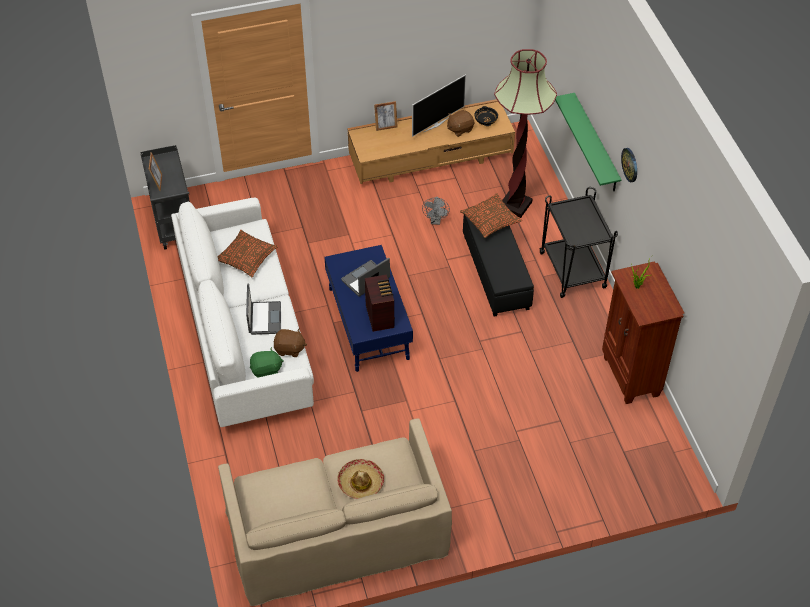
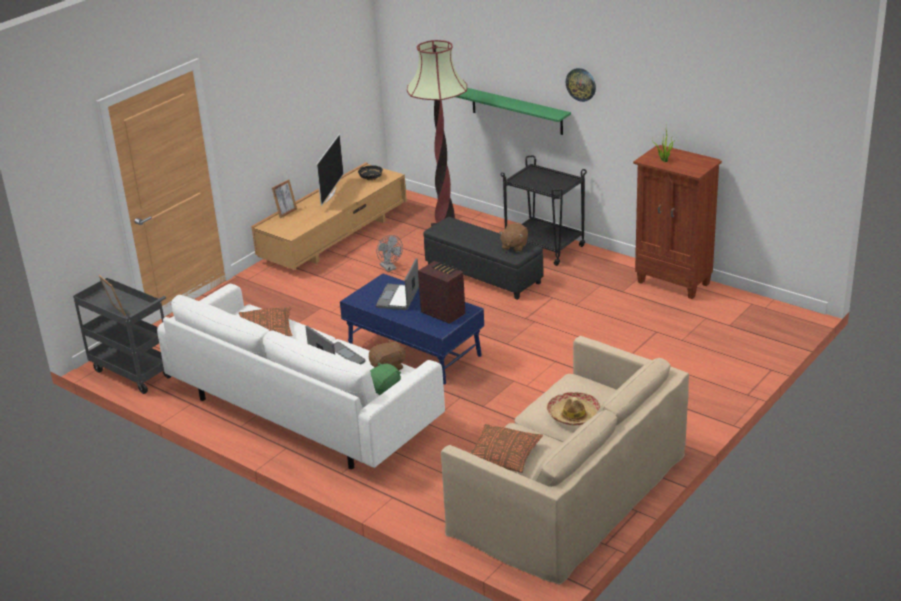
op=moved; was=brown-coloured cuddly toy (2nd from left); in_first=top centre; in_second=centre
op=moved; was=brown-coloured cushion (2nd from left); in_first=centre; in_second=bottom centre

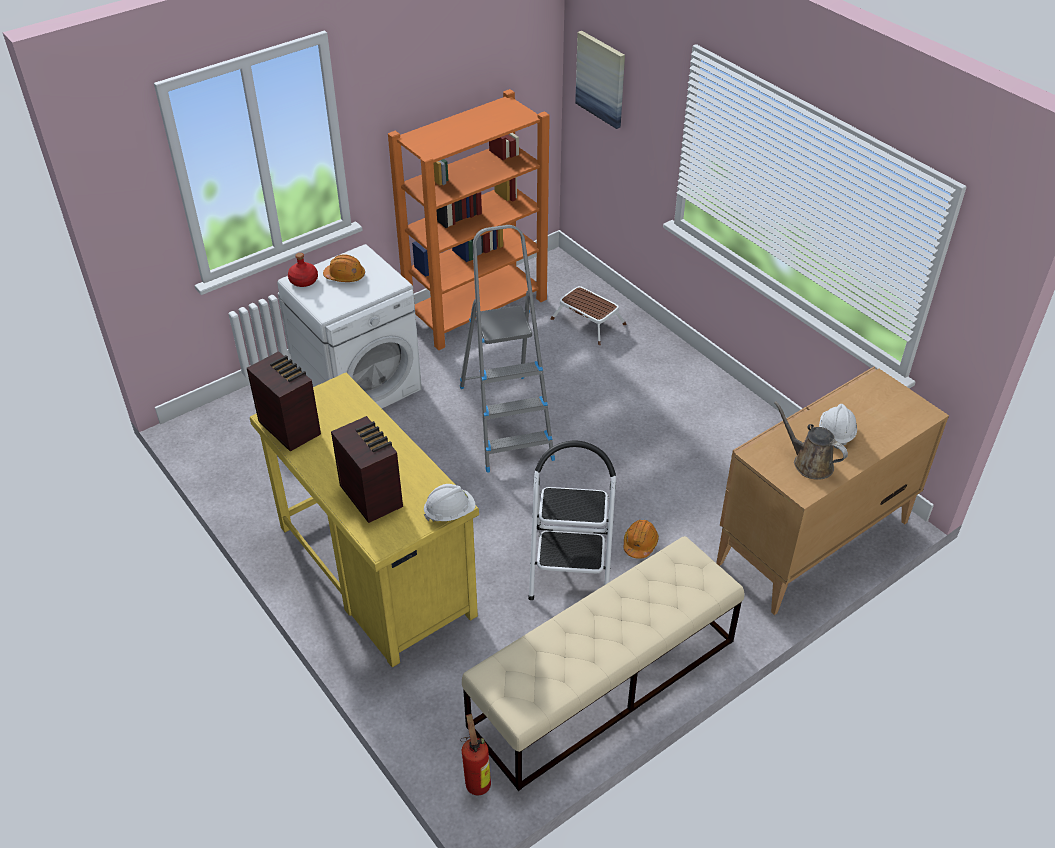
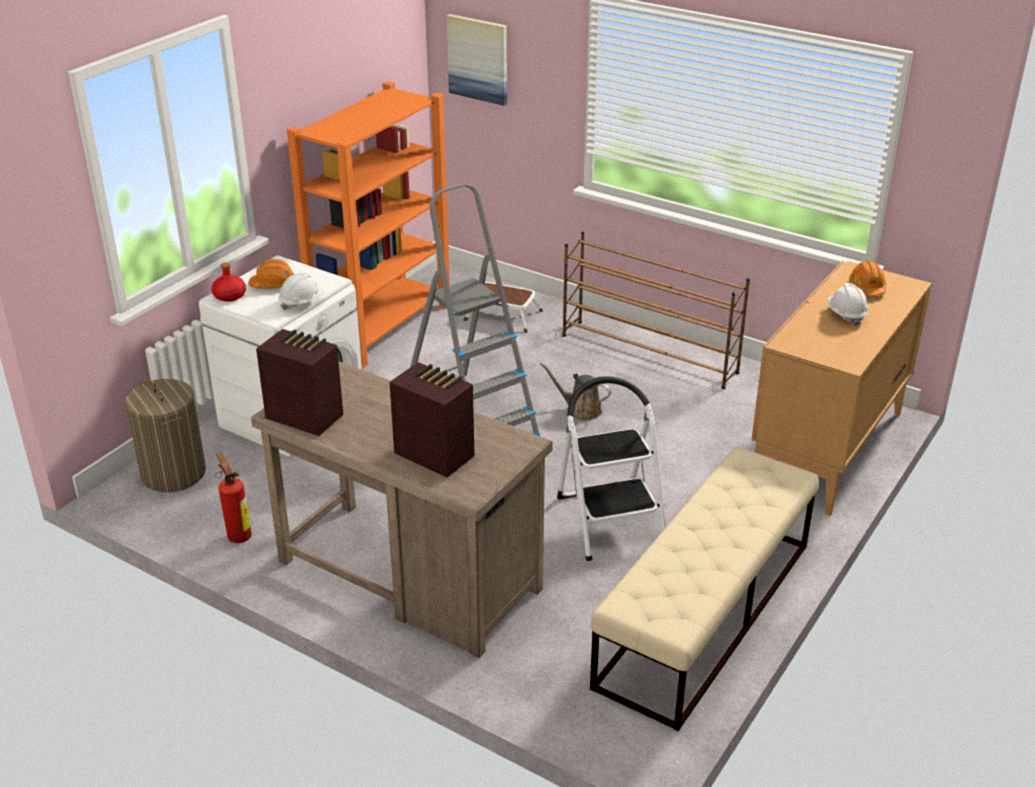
op=recoloured; was=yellow desk; now=brown-coloured desk; in_first=centre; in_second=centre
op=moved; was=brown-coloured watering can; in_first=middle right; in_second=centre
op=moved; was=white safety helmet (1st from left); in_first=centre; in_second=middle left
op=moved; was=orange safety helmet (2nd from left); in_first=centre; in_second=middle right
op=moved; was=extinguisher; in_first=bottom centre; in_second=middle left
op=added; now=brown-coloured shoe shelf; in_second=centre
op=added; now=hamper; in_second=middle left

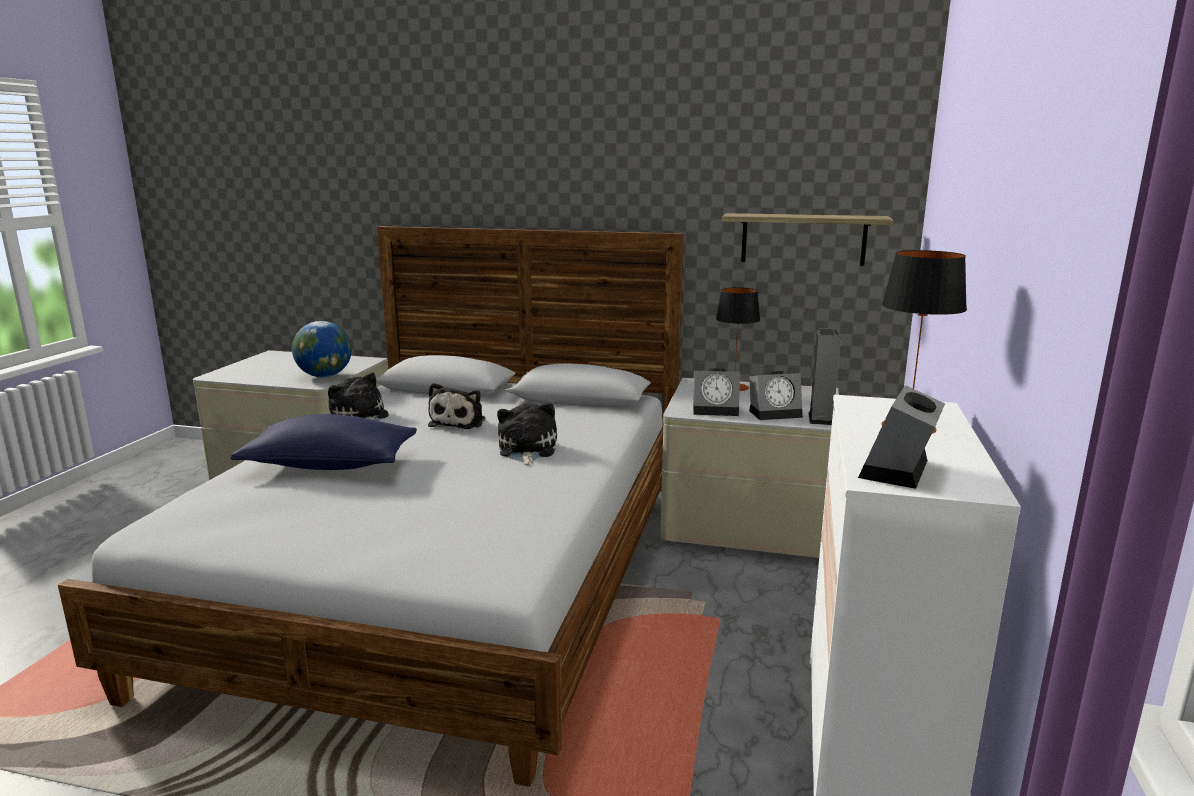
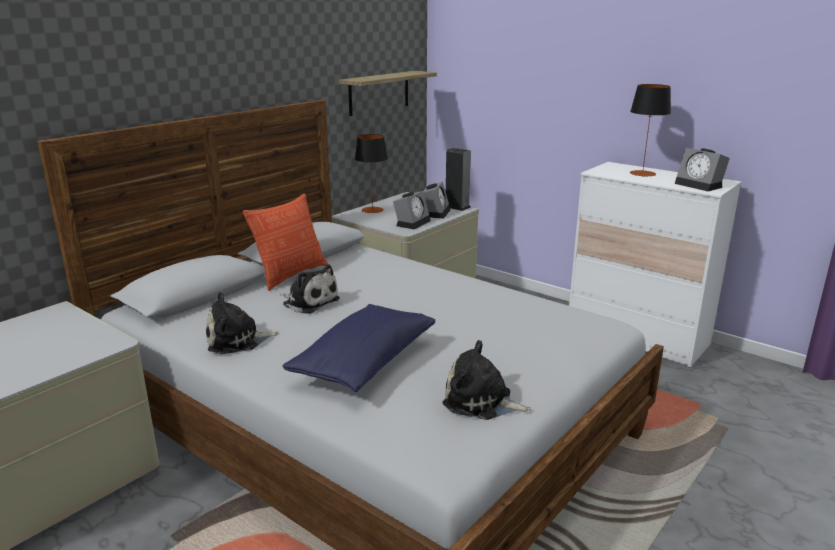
op=removed; was=world globe; in_first=middle left
op=moved; was=cuddly toy (3rd from left); in_first=centre; in_second=bottom centre
op=added; now=orange cushion; in_second=centre

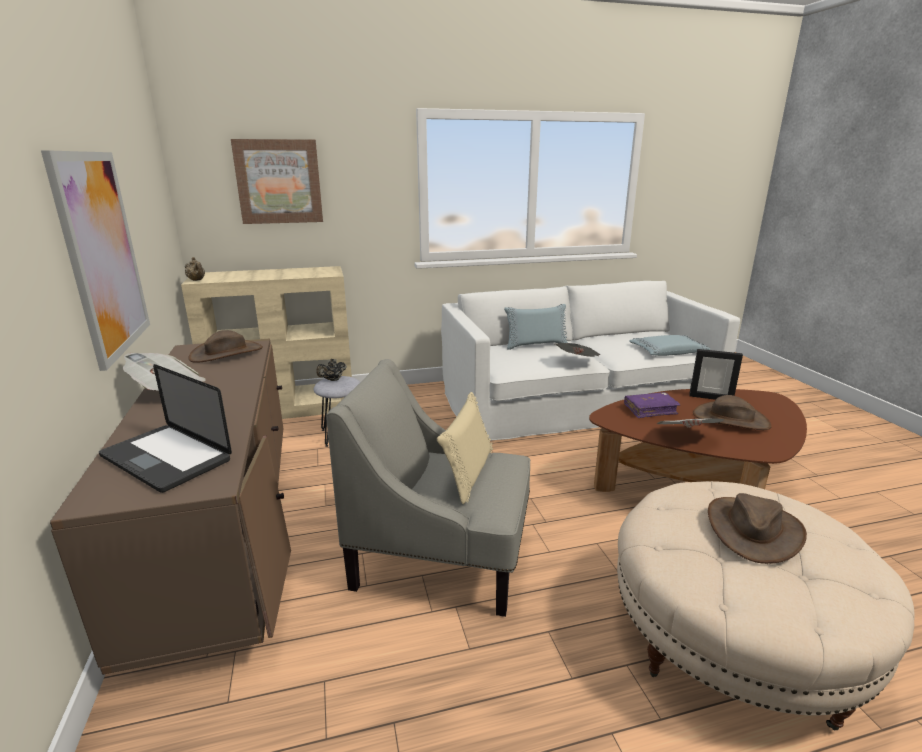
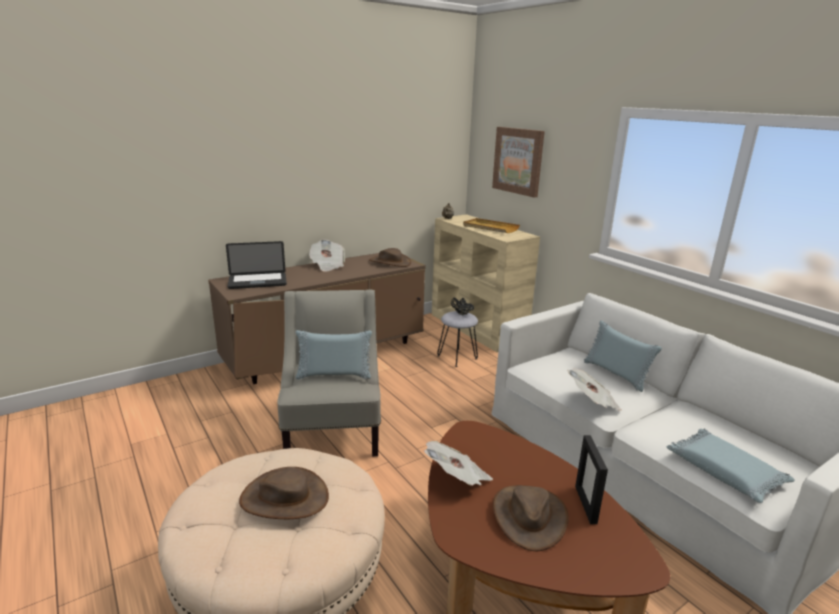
op=removed; was=wall picture (1st from left); in_first=middle left
op=turned; was=laptop; in_first=middle left; in_second=middle left; clockwise=-120
op=recoloured; was=beige cushion; now=blue cushion (1st from left); in_first=centre; in_second=centre
op=removed; was=purplish book; in_first=middle right
op=added; now=beige serving tray; in_second=centre

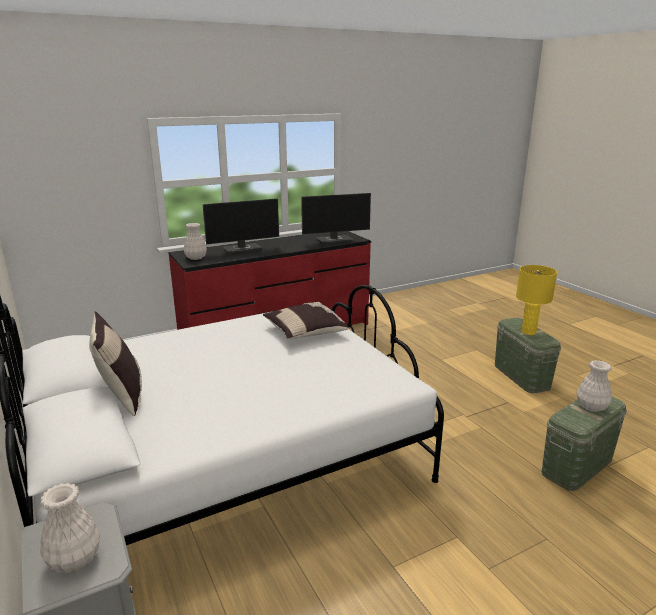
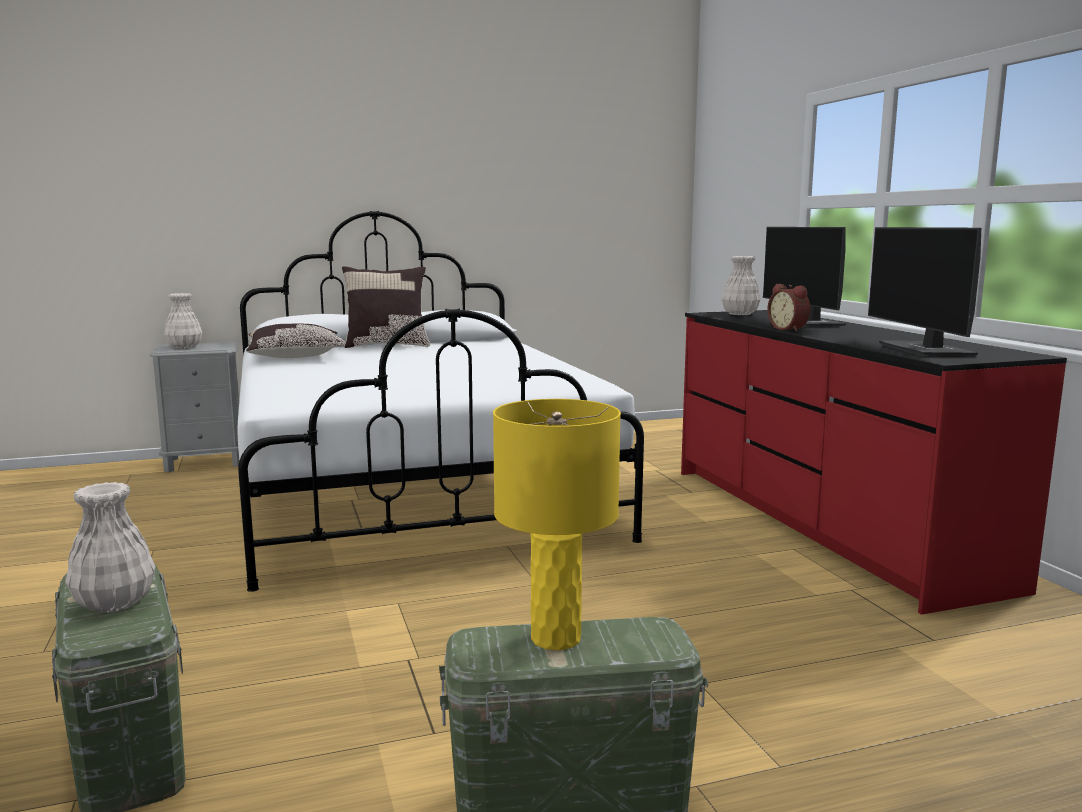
op=moved; was=cushion (2nd from left in the first image); now=cushion (1st from left); in_first=centre; in_second=middle left
op=added; now=bedside clock; in_second=middle right

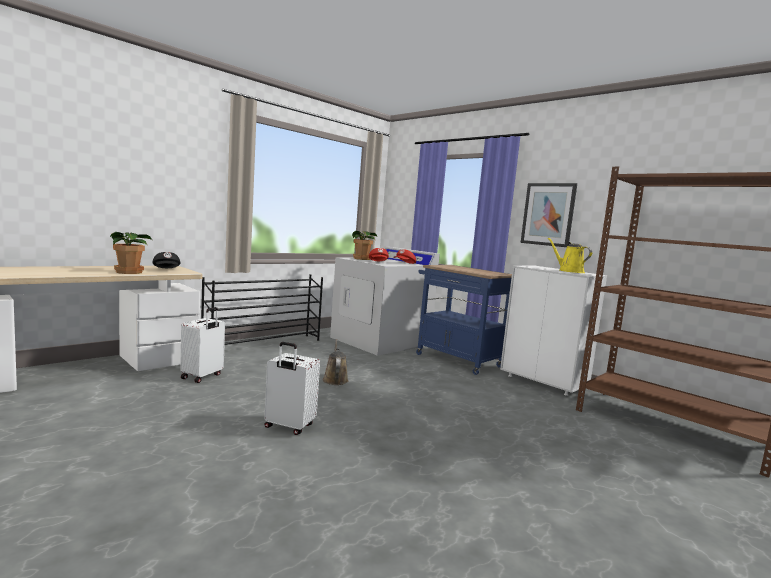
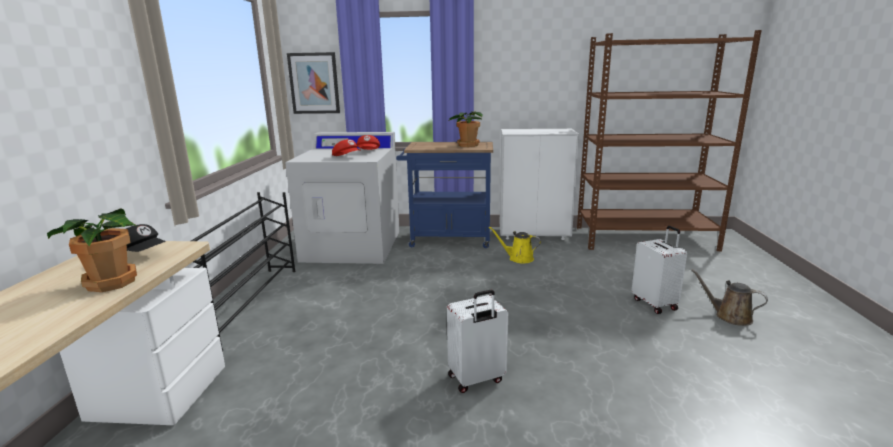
op=moved; was=wall picture; in_first=middle right; in_second=top centre
op=moved; was=potted plant (2nd from left); in_first=centre; in_second=top centre
op=moved; was=yellow watering can; in_first=middle right; in_second=centre
op=moved; was=white travel case (1st from left in the first image); now=white travel case (2nd from left); in_first=middle left; in_second=middle right
op=moved; was=brown-coloured watering can; in_first=centre; in_second=middle right

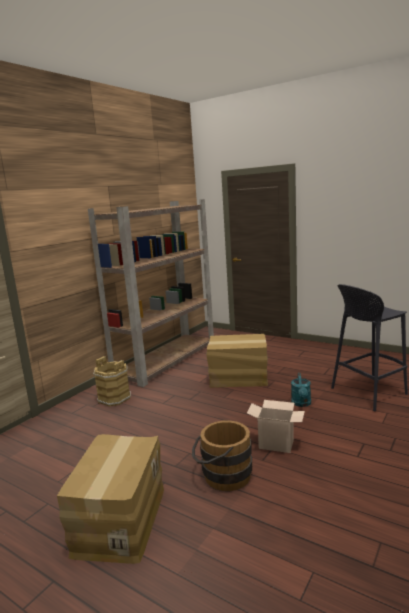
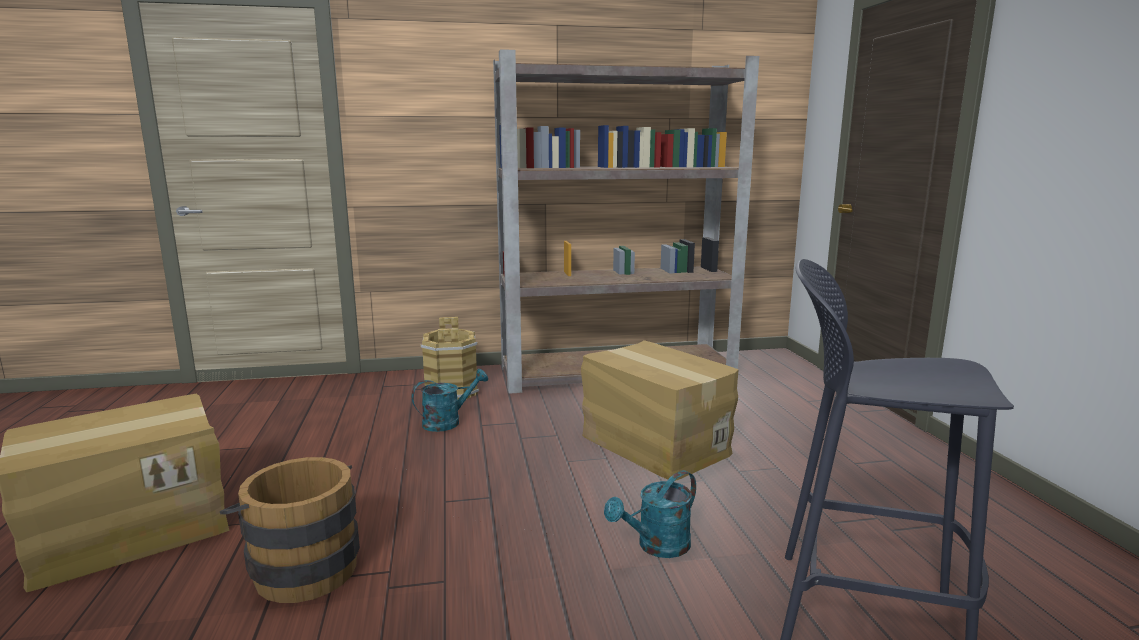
op=removed; was=carton (3rd from left); in_first=bottom right
op=added; now=turquoise-coloured watering can (1st from left); in_second=centre

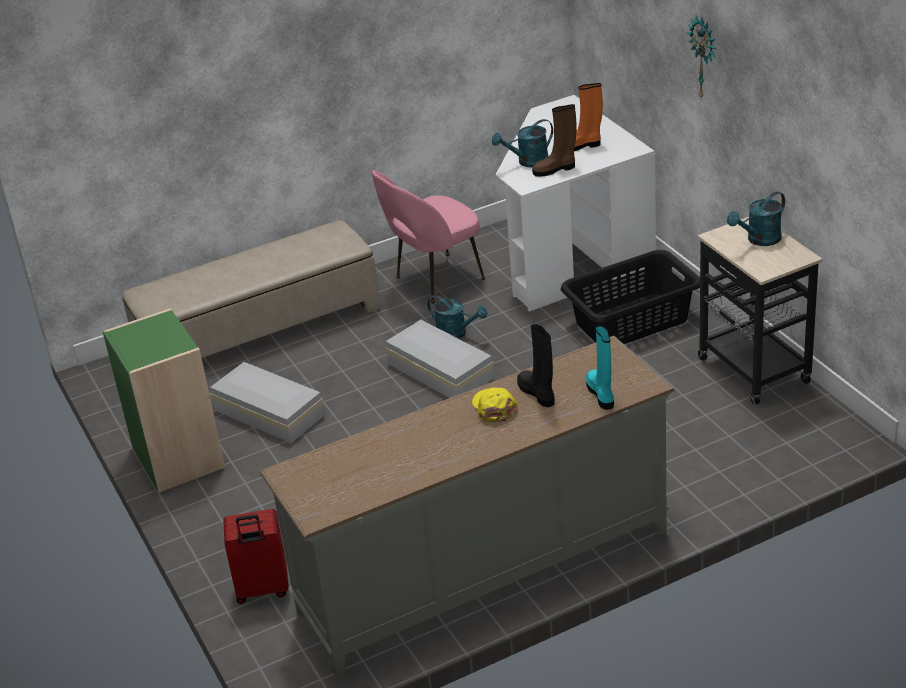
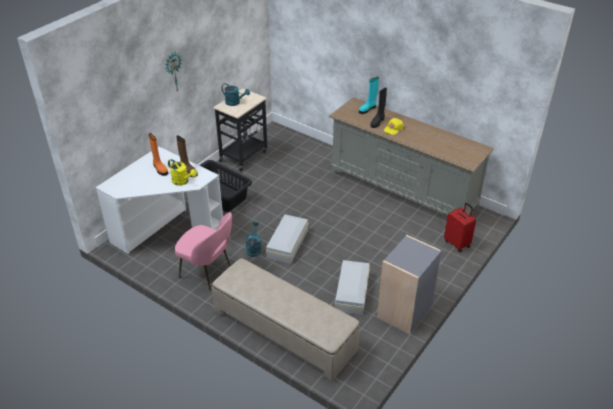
op=recoloured; was=turquoise-coloured watering can (2nd from left); now=yellow watering can; in_first=top centre; in_second=middle left
op=recoloured; was=green bookshelf; now=greyish bookshelf; in_first=middle left; in_second=bottom right

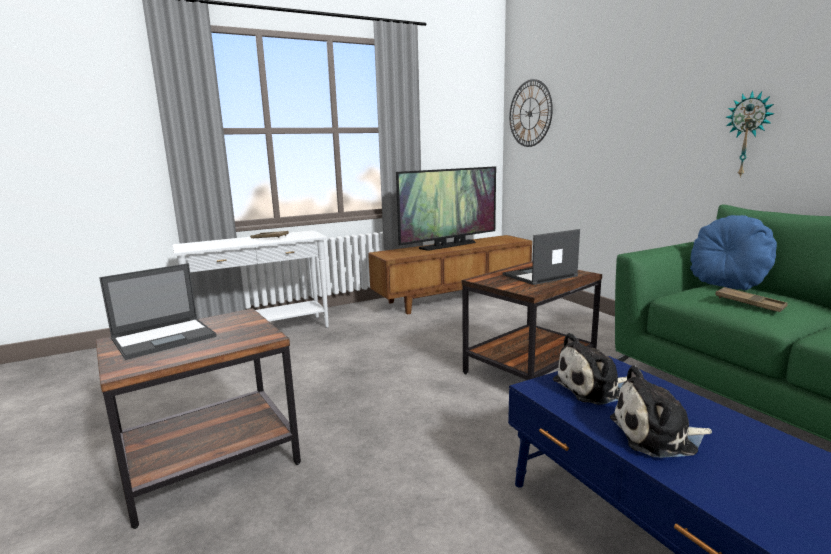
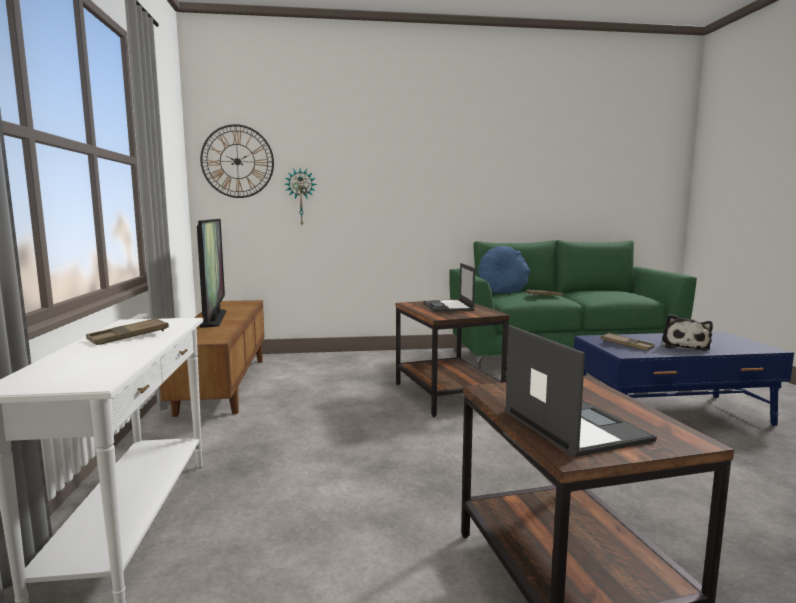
op=moved; was=wall clock (2nd from left); in_first=top right; in_second=top centre
op=replaced; was=cuddly toy (1st from left); now=brown-coloured serving tray (3rd from left); in_first=middle right; in_second=middle right

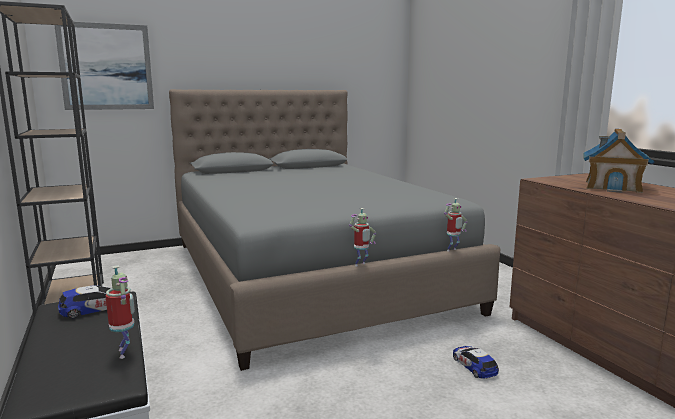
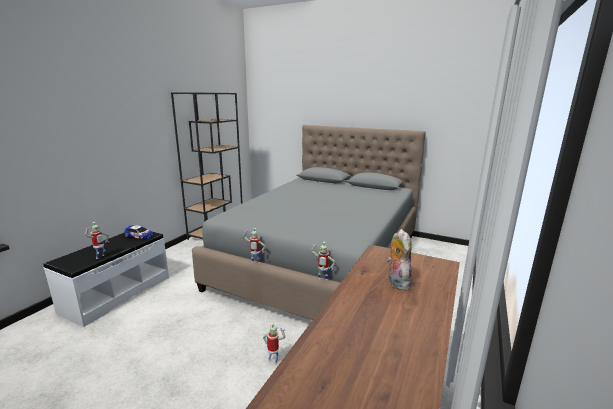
op=removed; was=wall picture; in_first=top left
op=replaced; was=toy house; now=cuddly toy; in_first=middle right; in_second=centre
op=replaced; was=miniature car (2nd from left); now=toy robot (3rd from left); in_first=bottom right; in_second=bottom centre

